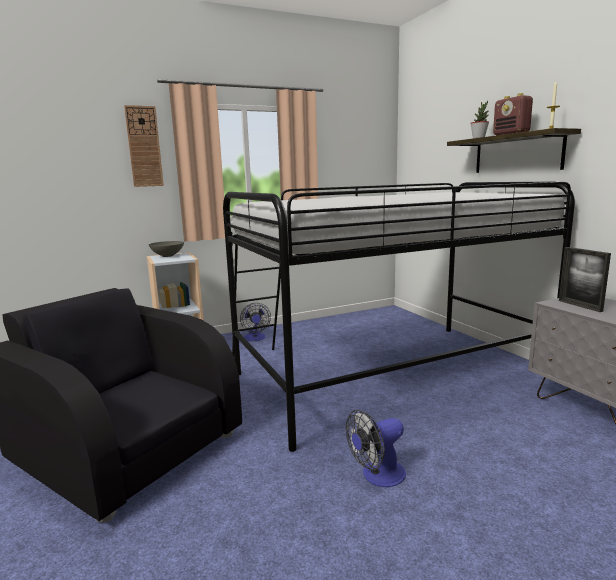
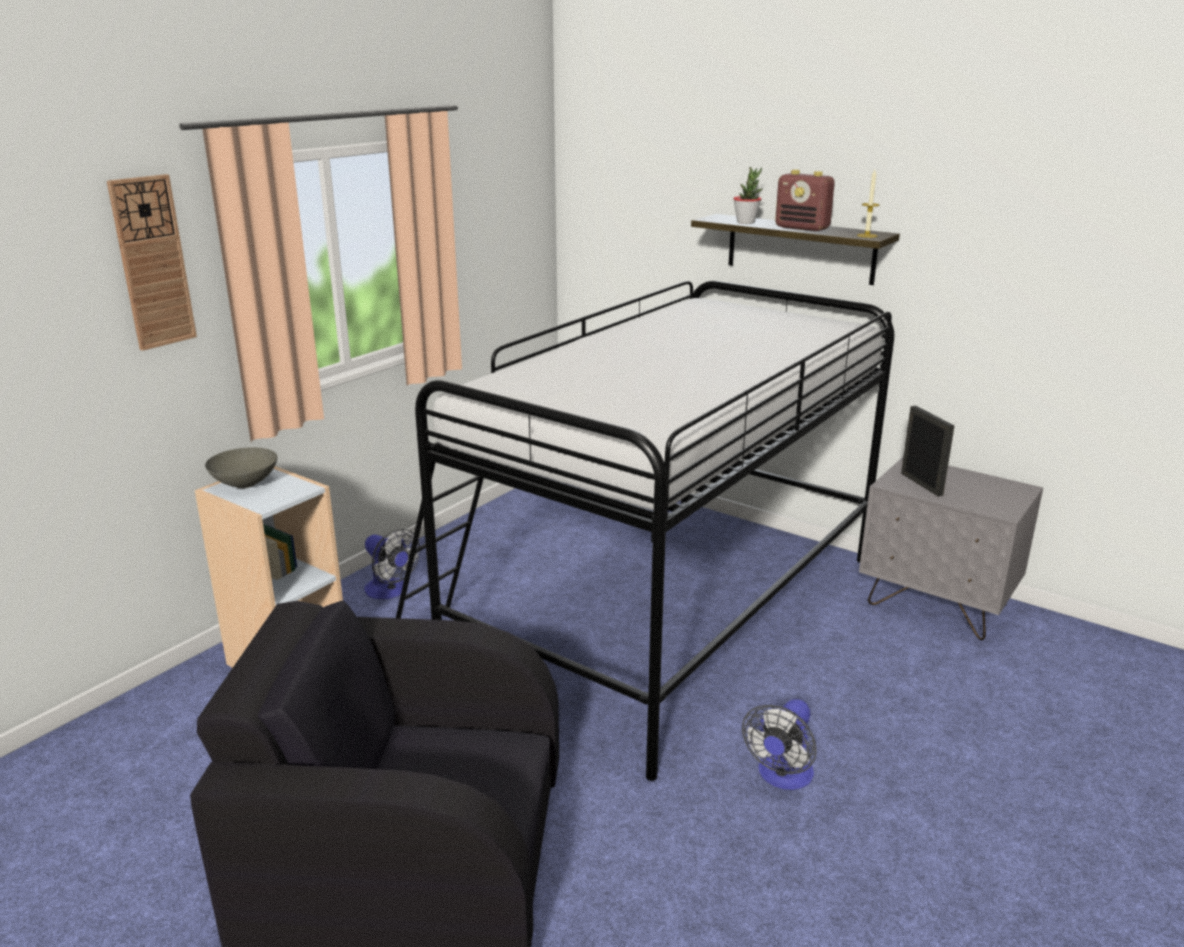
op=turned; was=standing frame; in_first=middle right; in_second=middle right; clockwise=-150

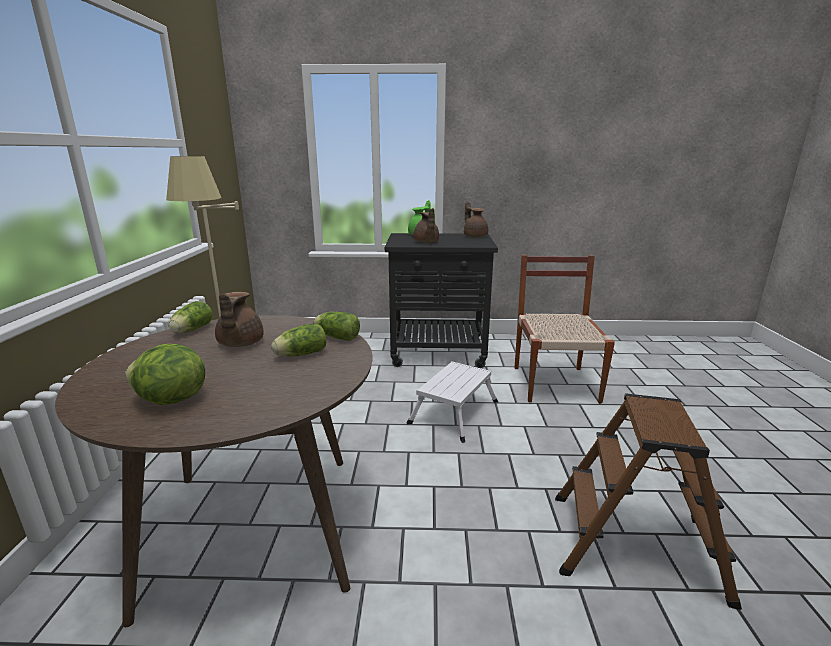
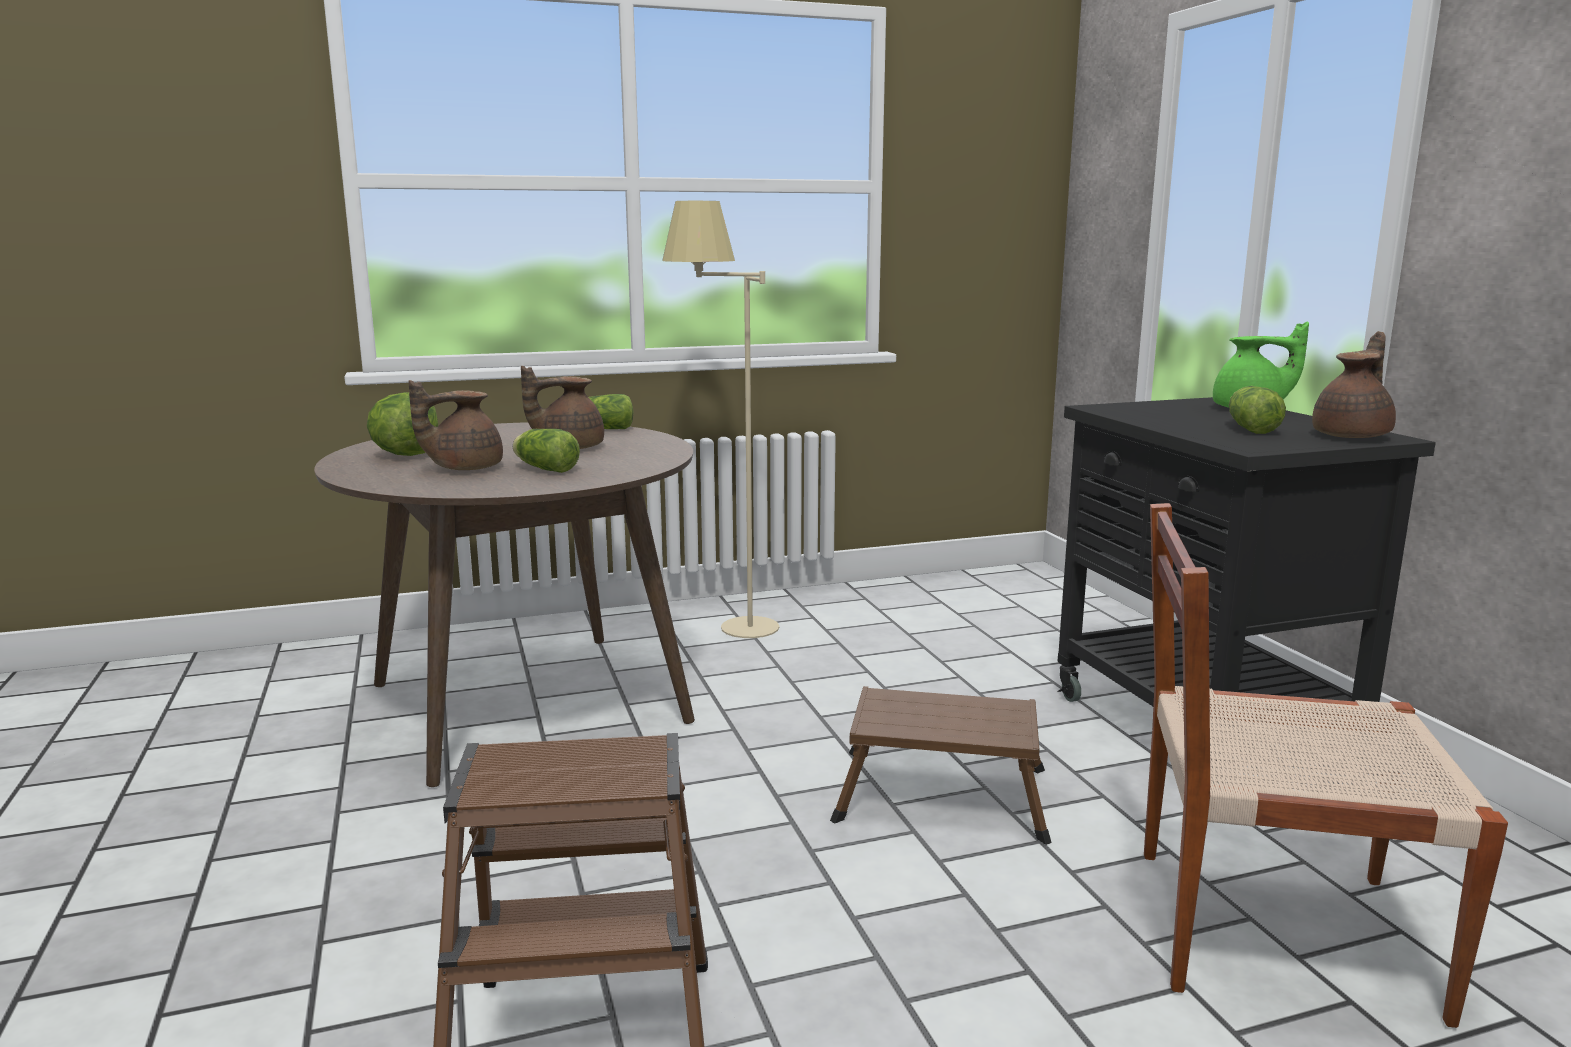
op=moved; was=brown-coloured teapot (2nd from left in the first image); now=brown-coloured teapot (1st from left); in_first=centre; in_second=middle left
op=turned; was=plain chair; in_first=middle right; in_second=bottom right; clockwise=-150
op=moved; was=head of lettuce (4th from left); in_first=centre; in_second=middle right
op=recoloured; was=white step stool; now=brown-coloured step stool (2nd from left); in_first=centre; in_second=bottom centre

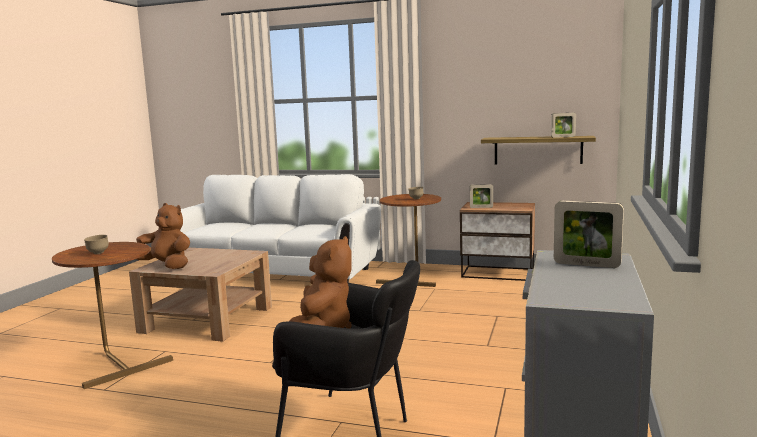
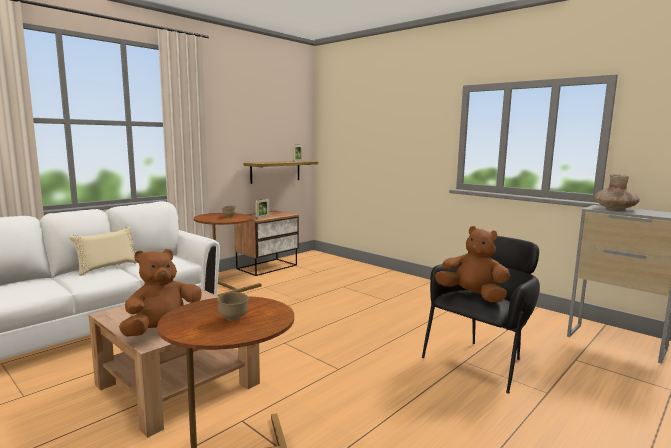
op=replaced; was=standing frame (3rd from left); now=brown-coloured flower vase; in_first=middle right; in_second=middle right
op=added; now=beige cushion; in_second=middle left

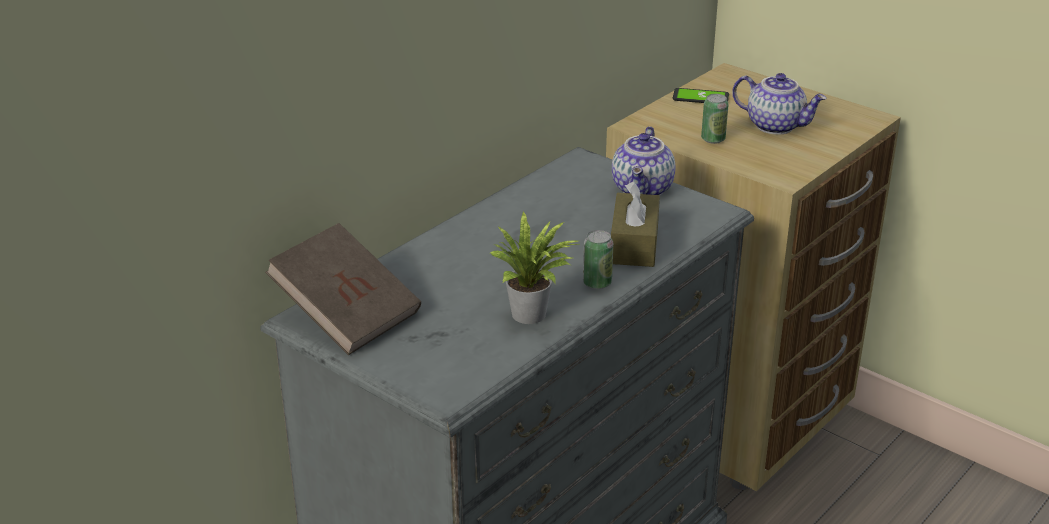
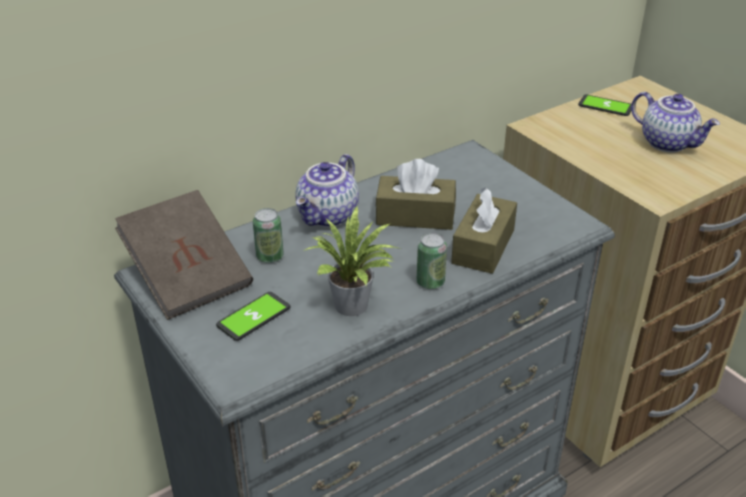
op=moved; was=metal can (2nd from left in the first image); now=metal can (1st from left); in_first=top right; in_second=centre
op=moved; was=teapot (1st from left); in_first=top centre; in_second=centre
op=added; now=brown-coloured tissue box (1st from left); in_second=centre
op=added; now=telephone (1st from left); in_second=centre

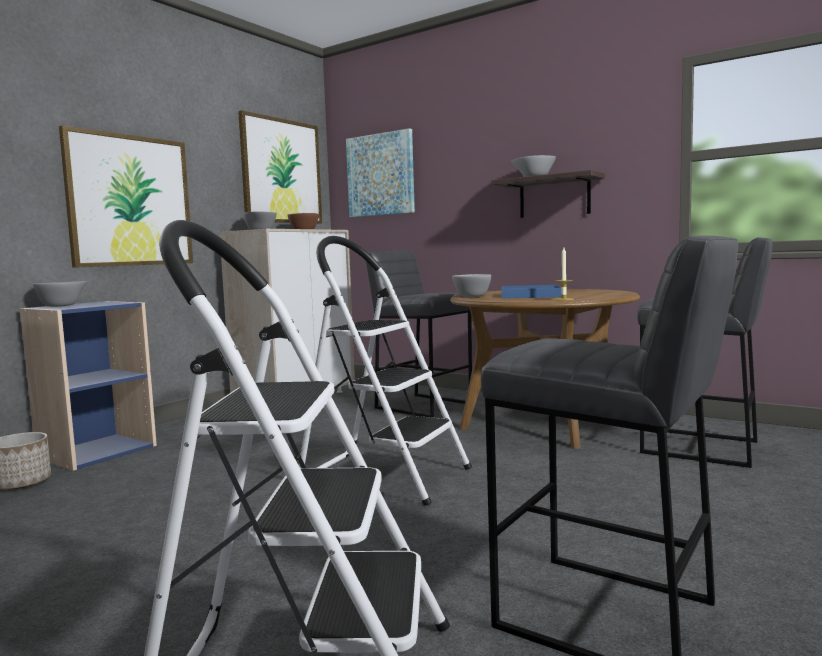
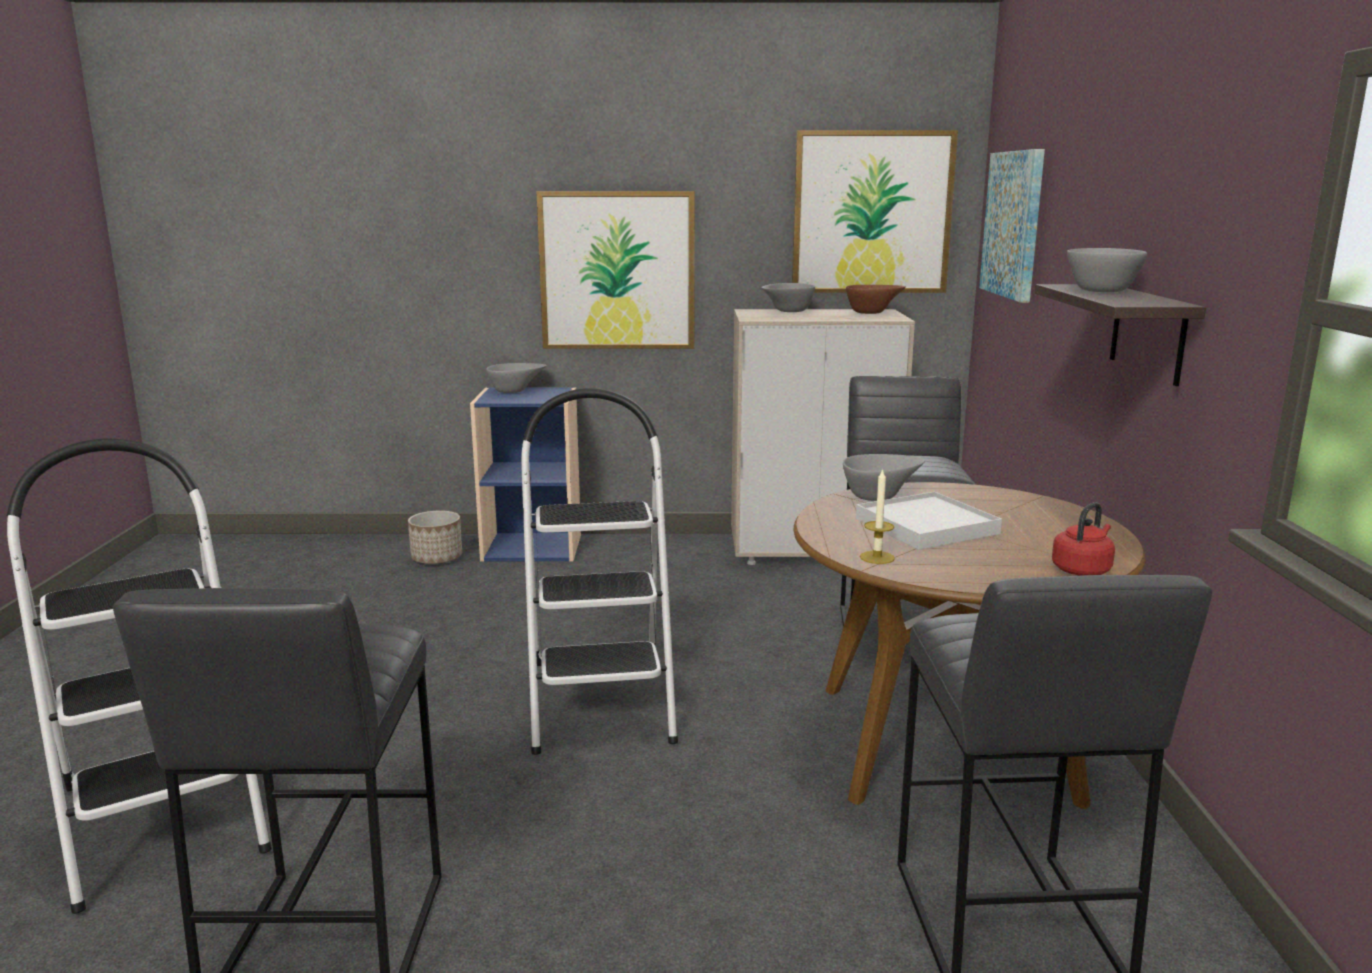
op=recoloured; was=blue serving tray; now=white serving tray; in_first=centre; in_second=middle right
op=added; now=red-coloured water kettle; in_second=middle right

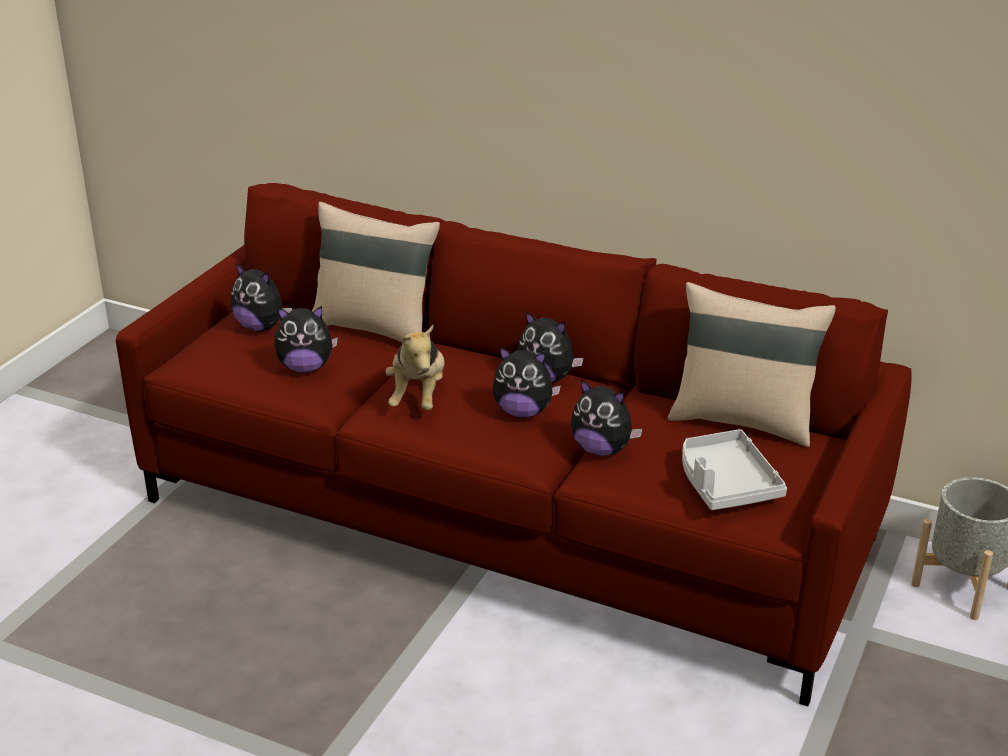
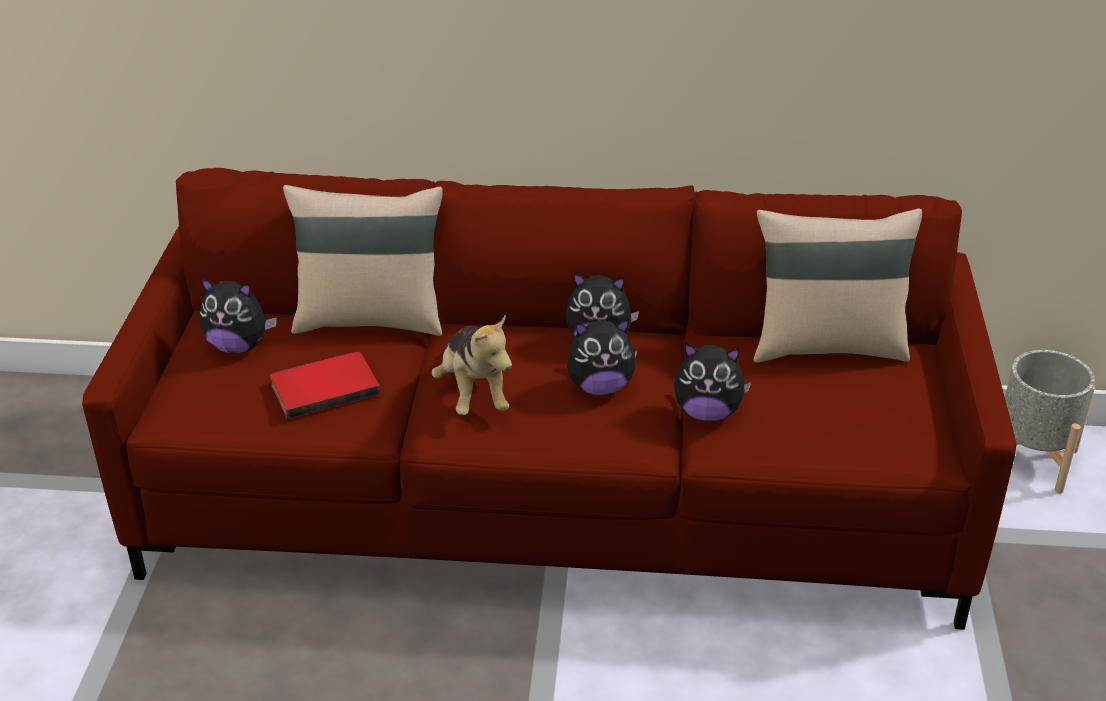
op=replaced; was=cuddly toy (2nd from left); now=red-coloured book; in_first=middle left; in_second=middle left
op=removed; was=greyish serving tray; in_first=middle right

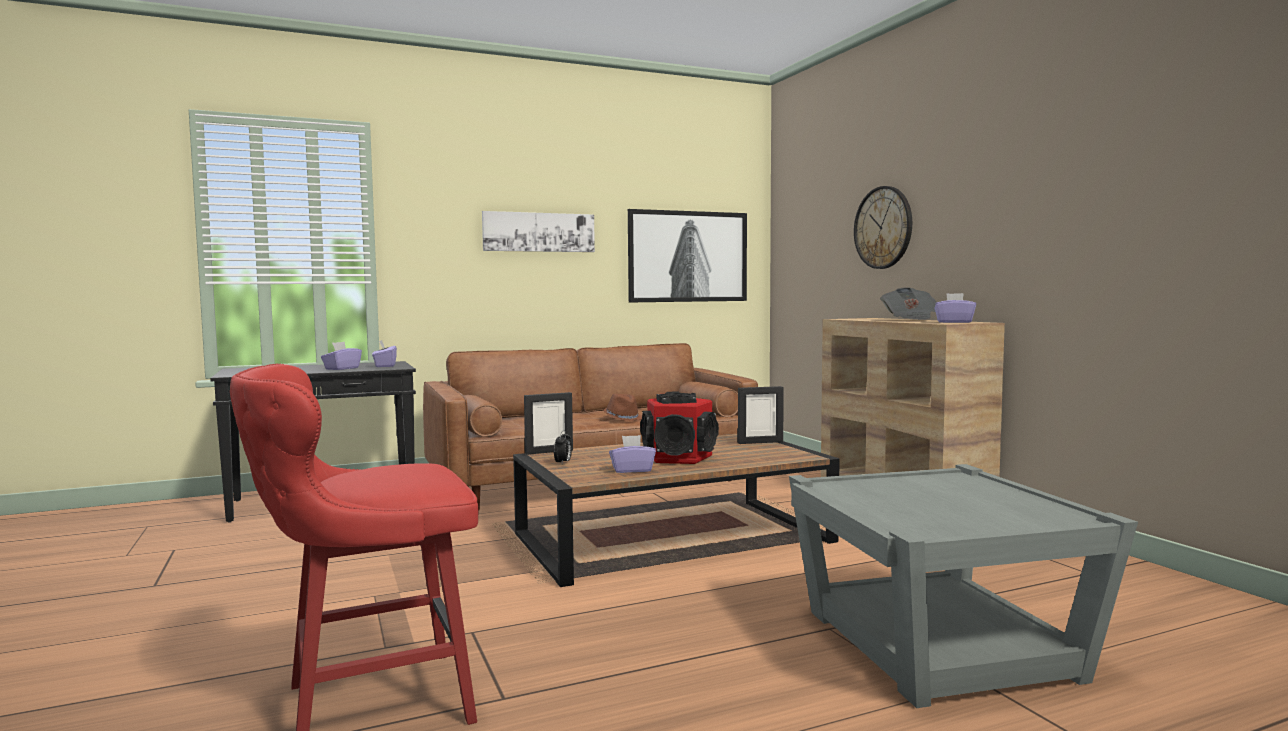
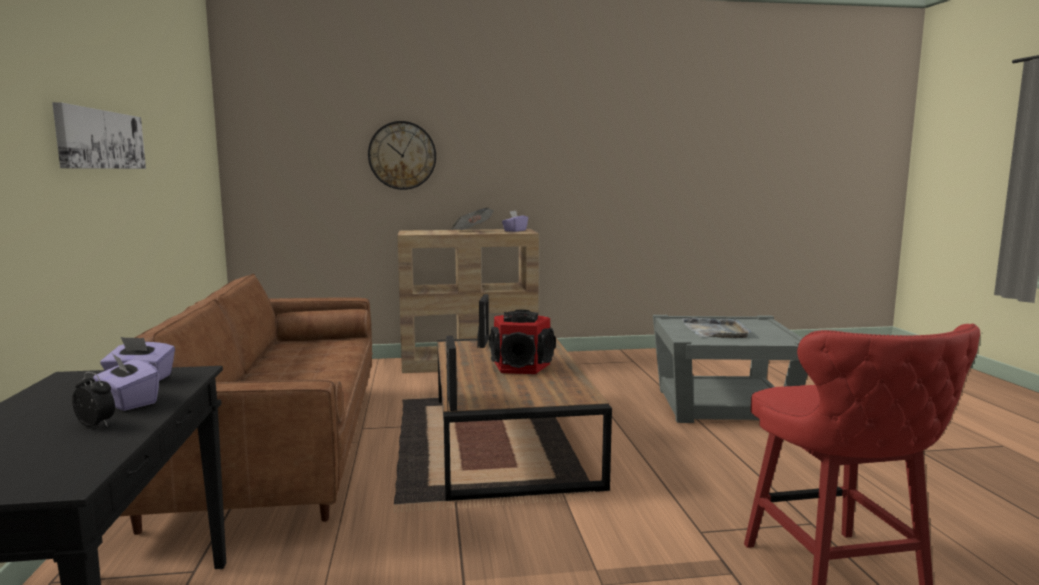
op=removed; was=wall picture (2nd from left); in_first=centre
op=removed; was=brown-coloured clothing hat; in_first=centre
op=moved; was=bedside clock; in_first=centre; in_second=bottom left
op=removed; was=purplish tissue box (3rd from left); in_first=centre
op=added; now=greyish serving tray; in_second=middle right

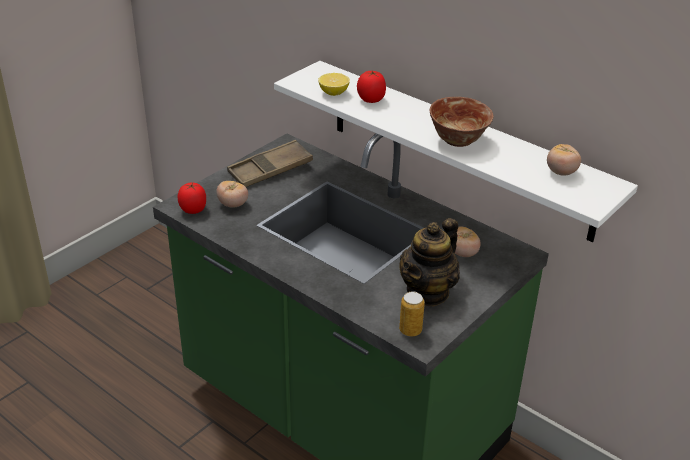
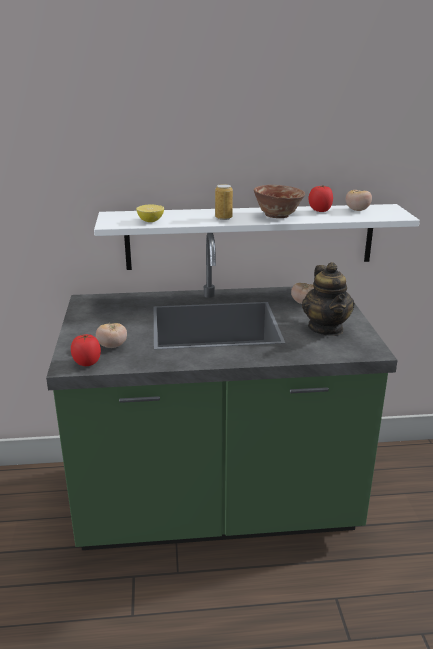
op=moved; was=whole tomato (3rd from left in the first image); now=whole tomato (4th from left); in_first=top centre; in_second=top right
op=removed; was=brown-coloured serving tray; in_first=centre
op=moved; was=metal can; in_first=bottom centre; in_second=top centre

